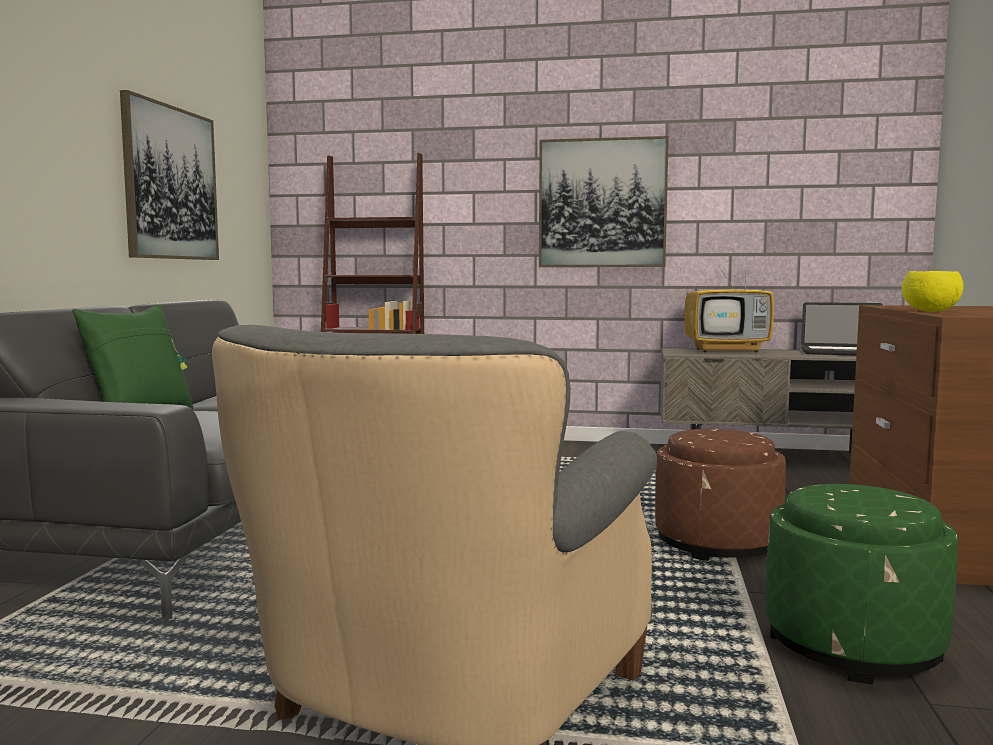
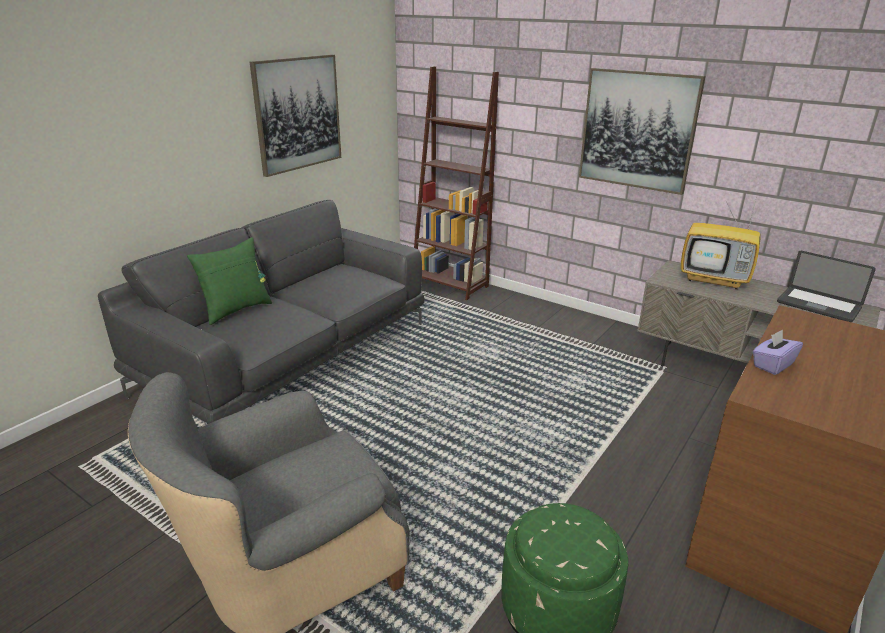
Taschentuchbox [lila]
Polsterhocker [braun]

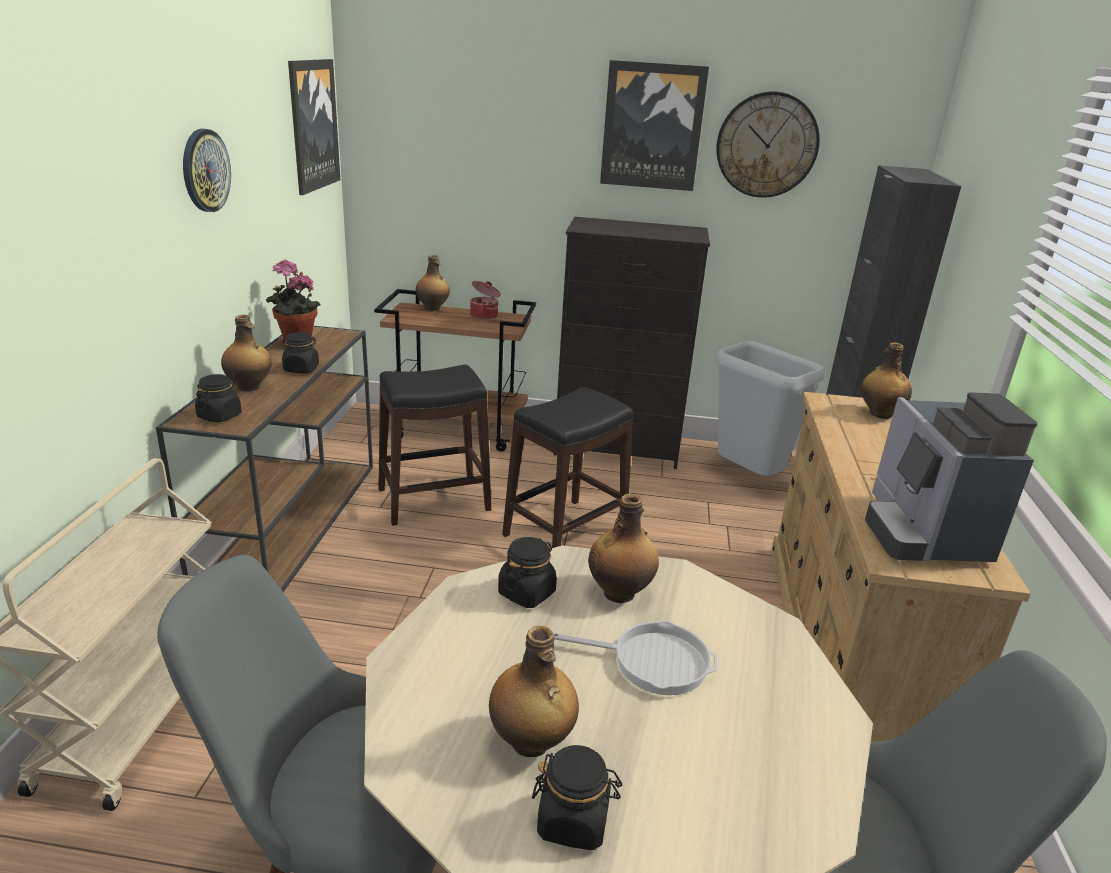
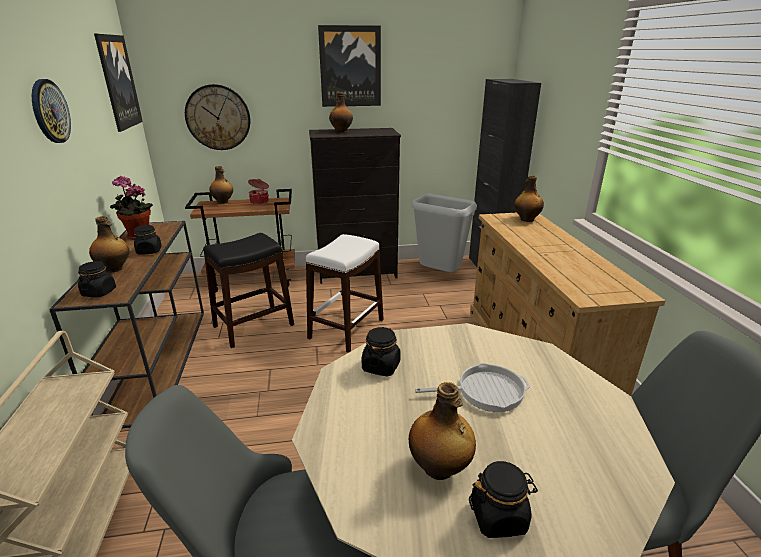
Wanduhr (2nd from left)
Hocker [weiß]
Kaffeemaschine
Flasche (3rd from left)

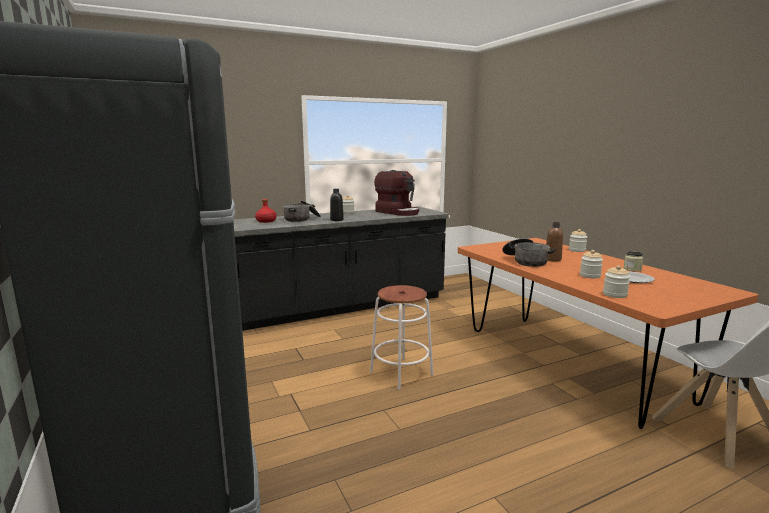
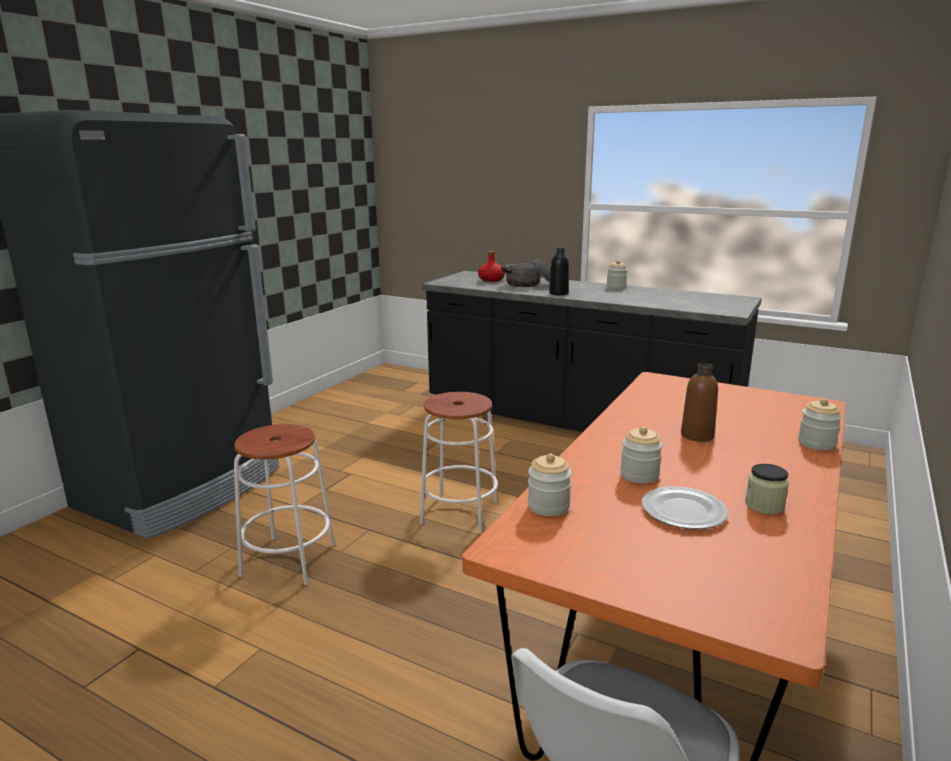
Kaffeemaschine
Kochtopf (2nd from left in the first image)
Hocker [weiß] (1st from left)

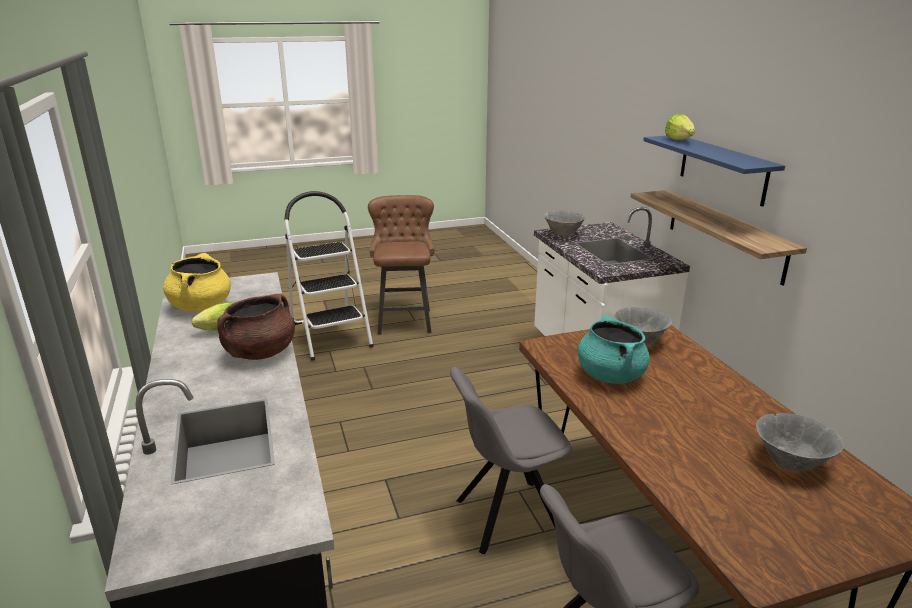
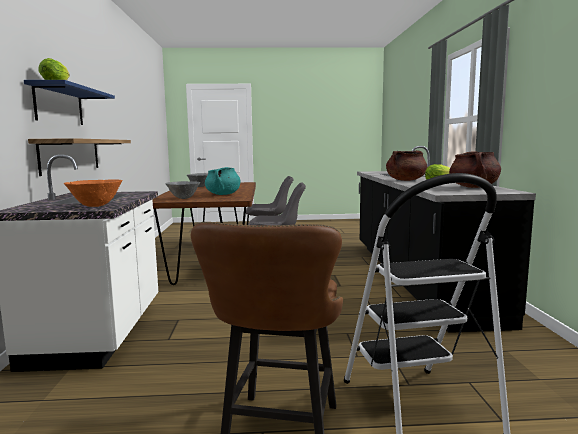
Schüssel [orange]
Kochtopf [braun] (2nd from left)

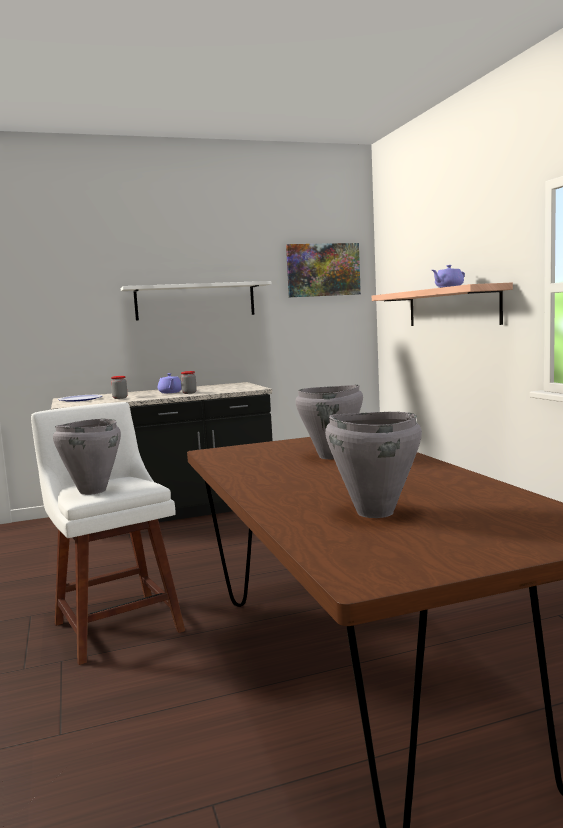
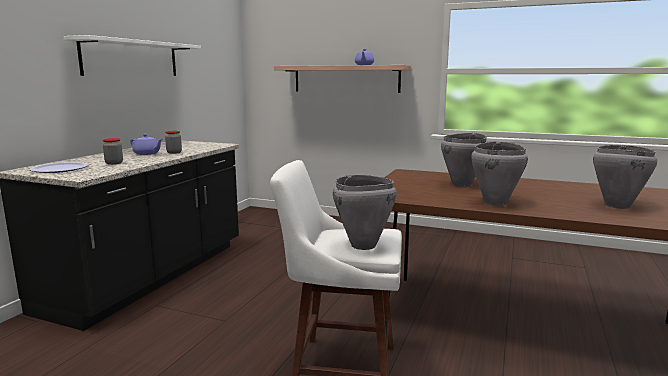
Bild
Kochtopf [grau] (3rd from left)

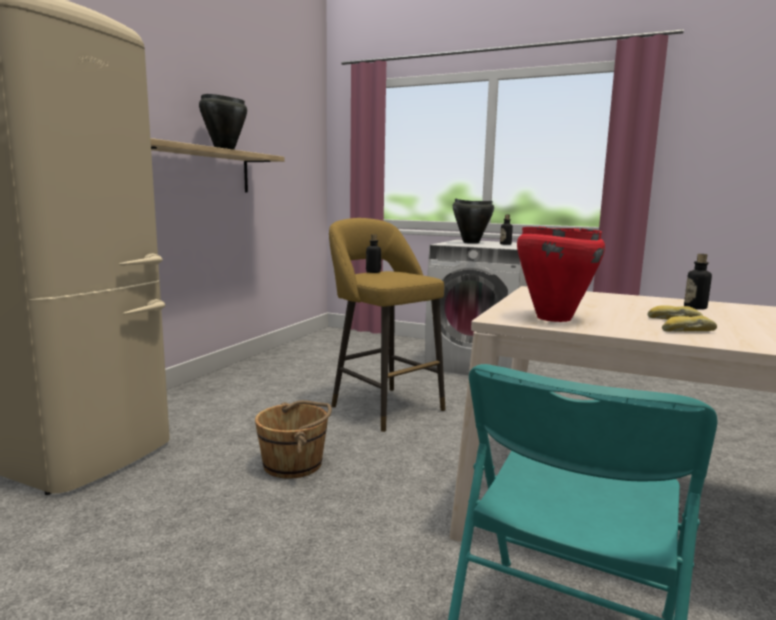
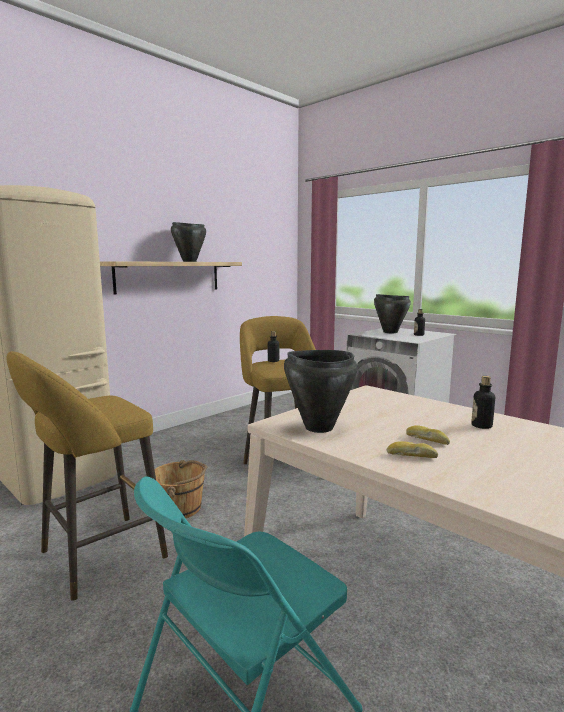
Kochtopf [schwarz] (2nd from left)
Hocker [gelb] (1st from left)

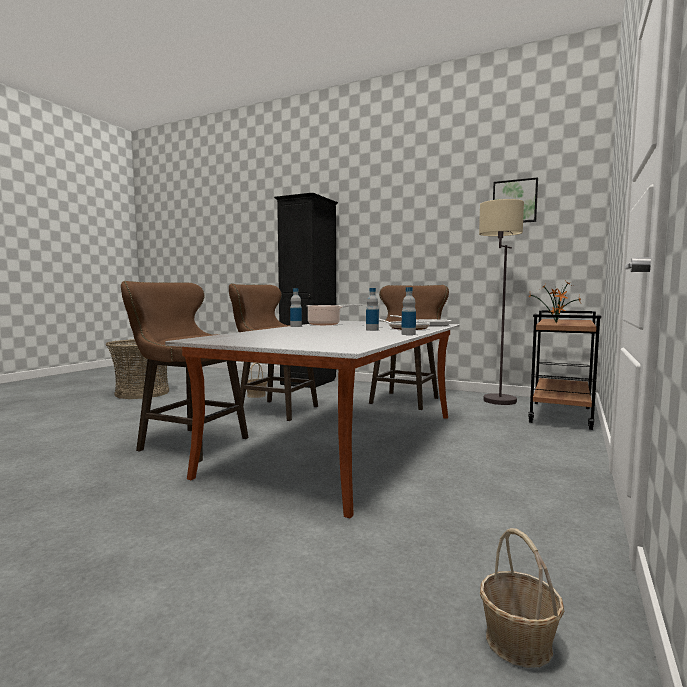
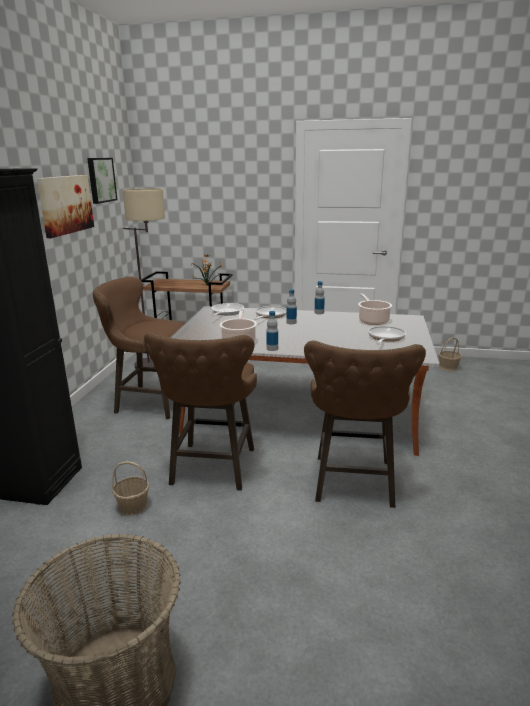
Bild (1st from left)
Kochtopf (2nd from left)
Pfanne (3rd from left)

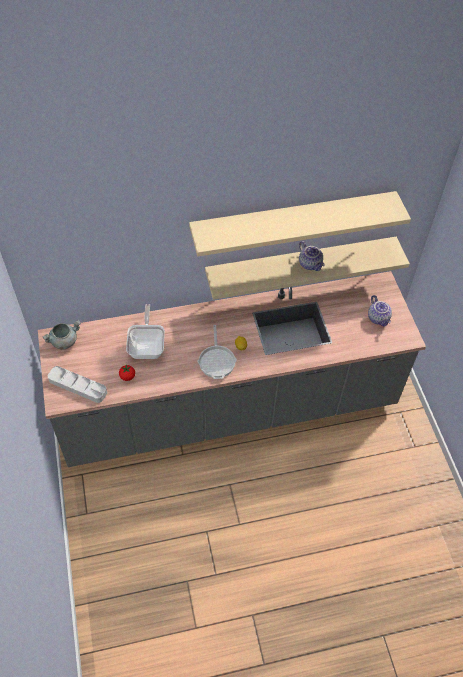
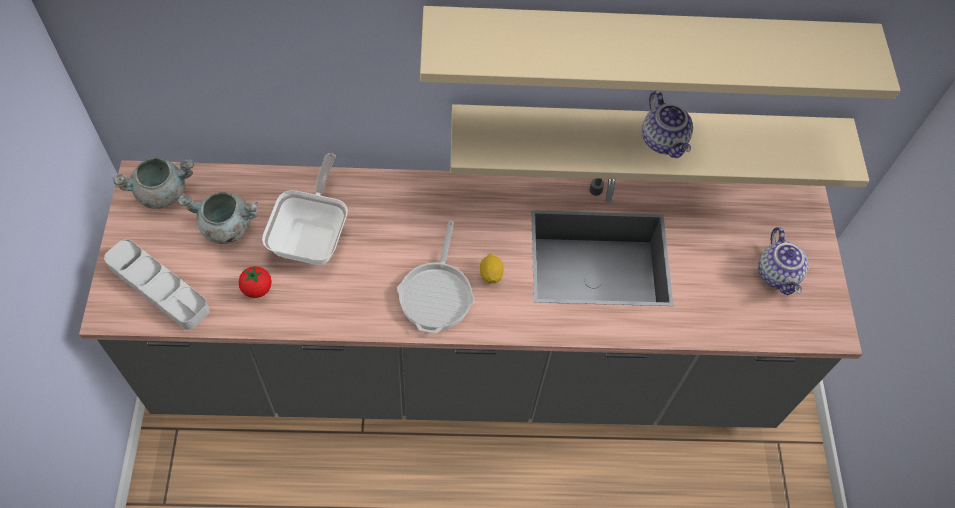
Kochtopf [grau] (2nd from left)

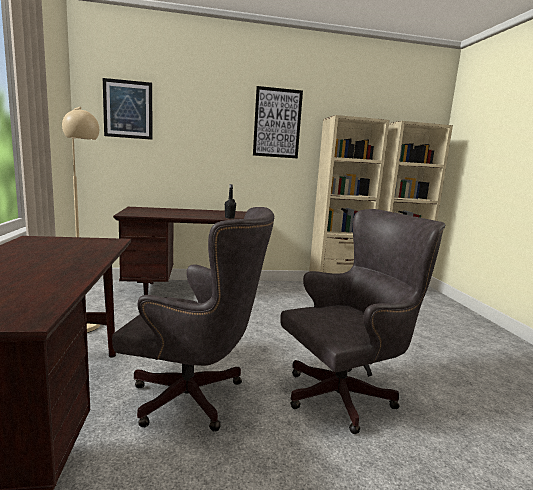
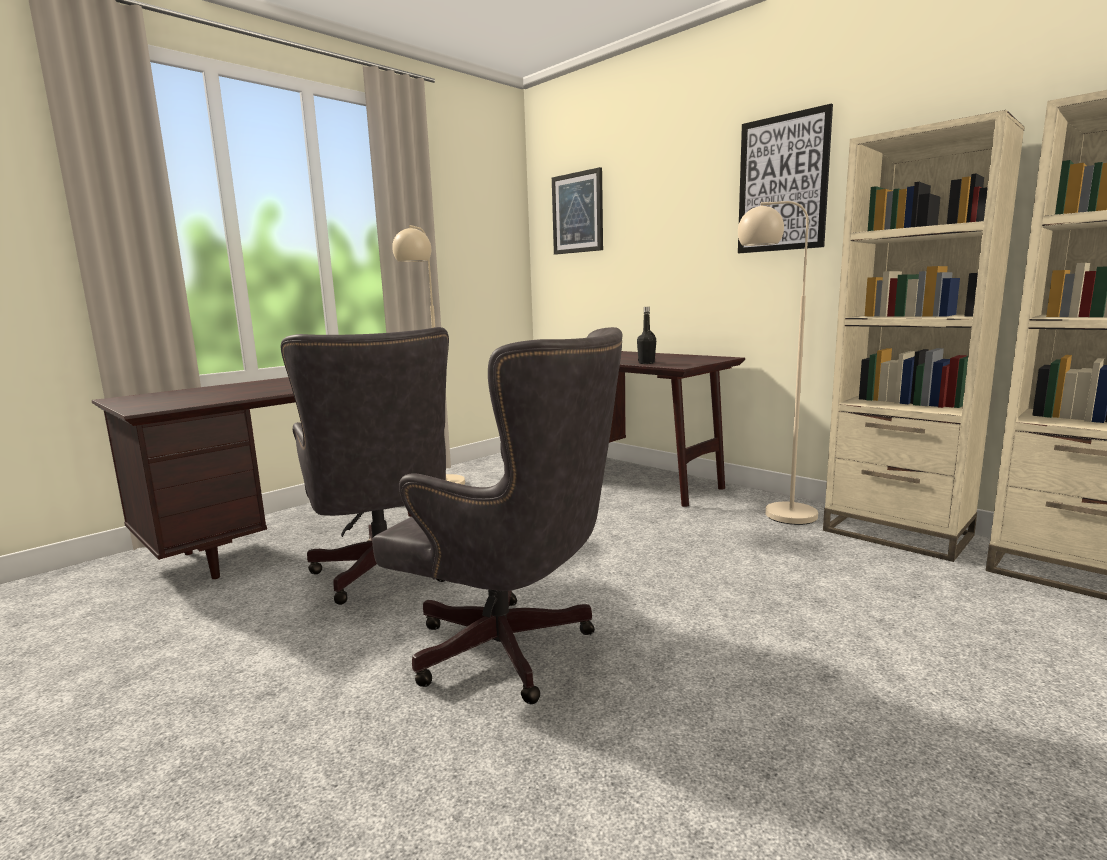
Stehlampe [beige] (2nd from left)

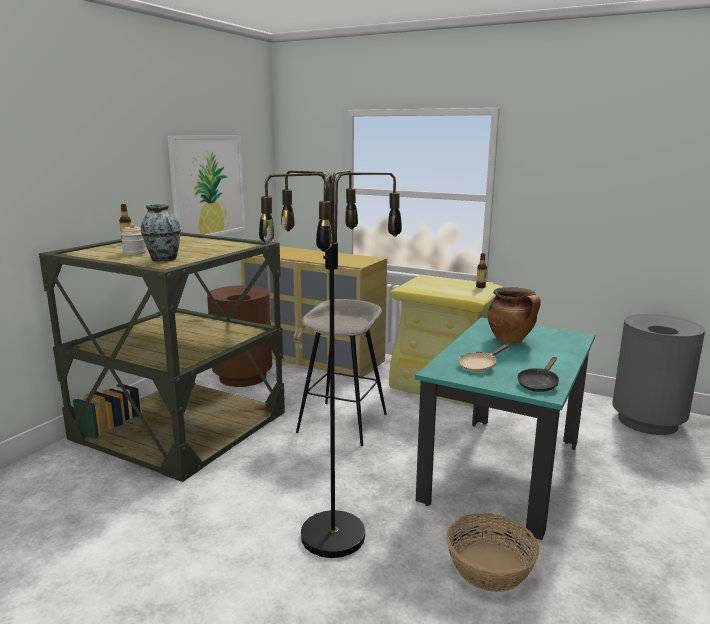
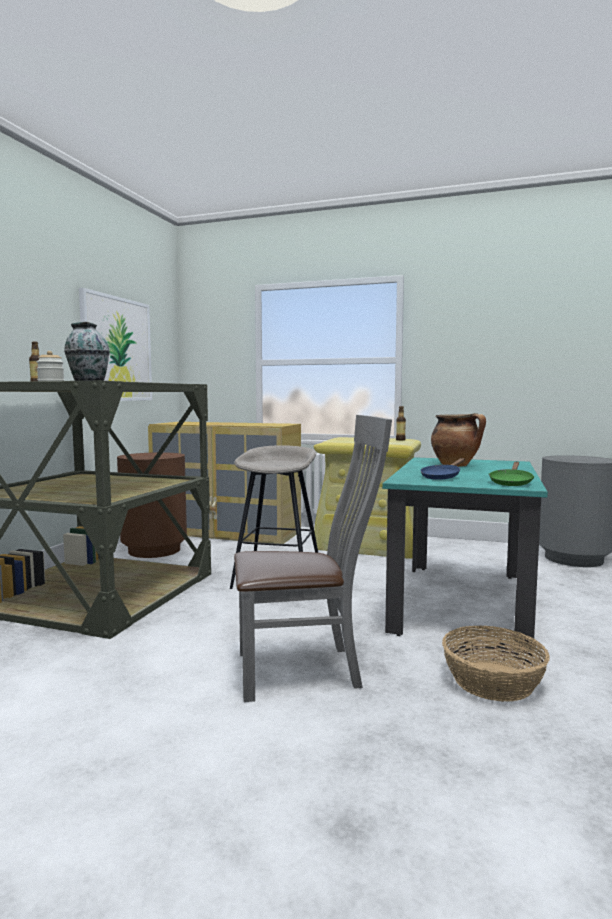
Stuhl [grau]
Pfanne [blau]
Pfanne [grün]

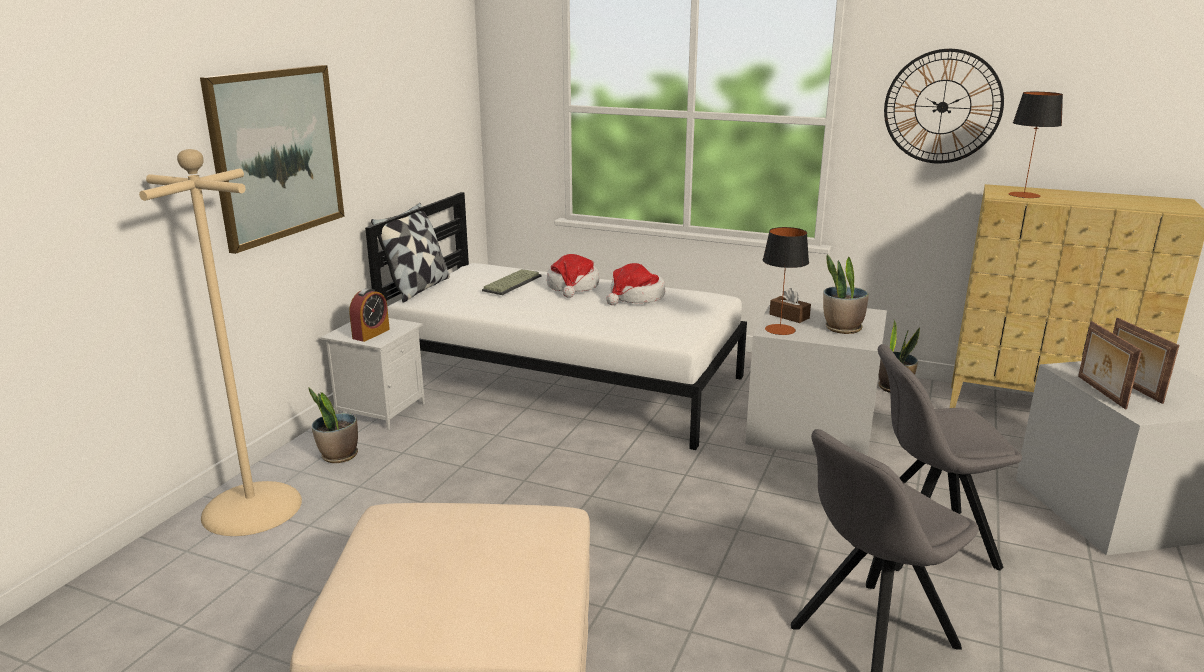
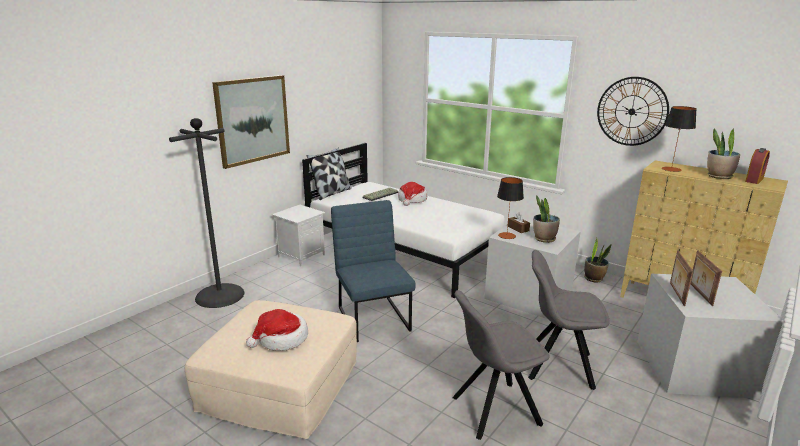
Kleiderständer [schwarz]
Hut (1st from left)
Wecker
Topfpflanze (3rd from left)
Stuhl [blau]

